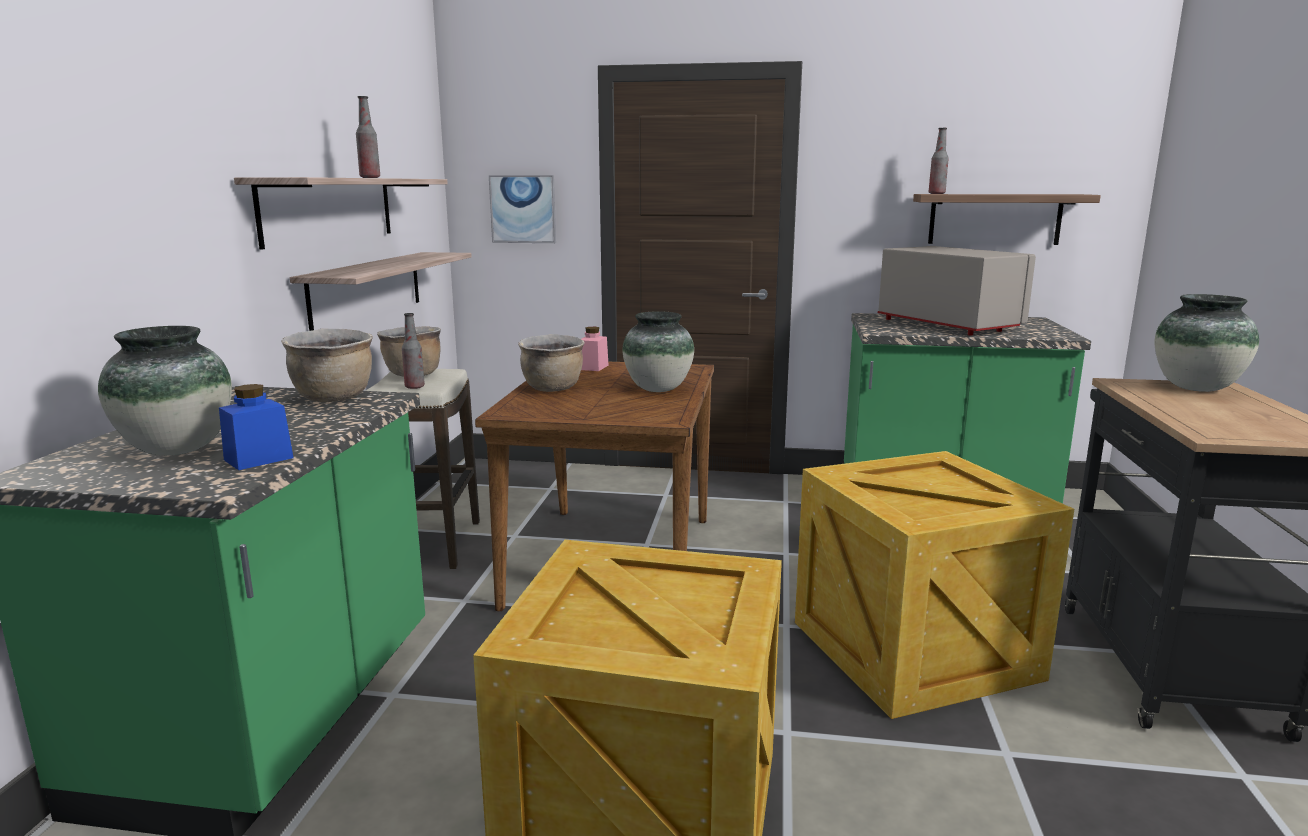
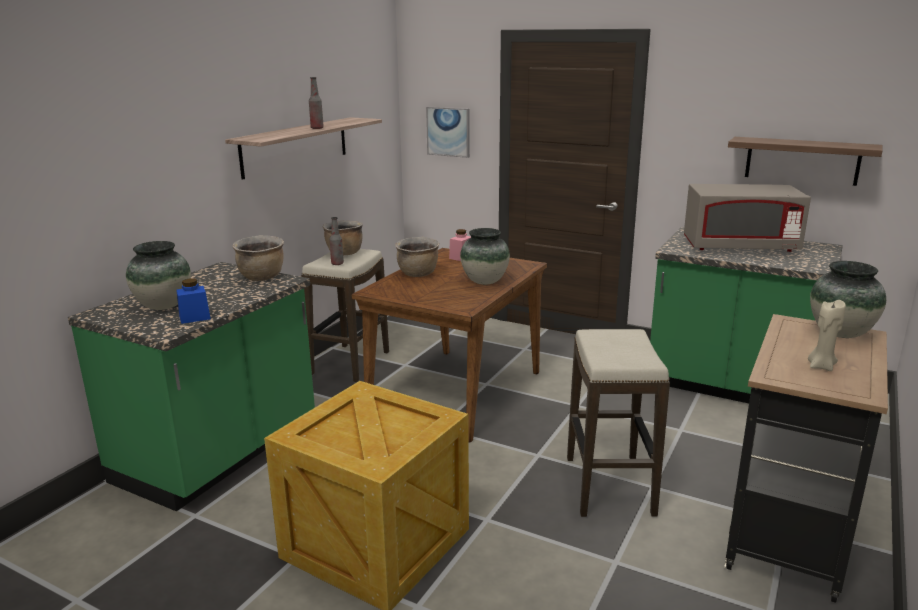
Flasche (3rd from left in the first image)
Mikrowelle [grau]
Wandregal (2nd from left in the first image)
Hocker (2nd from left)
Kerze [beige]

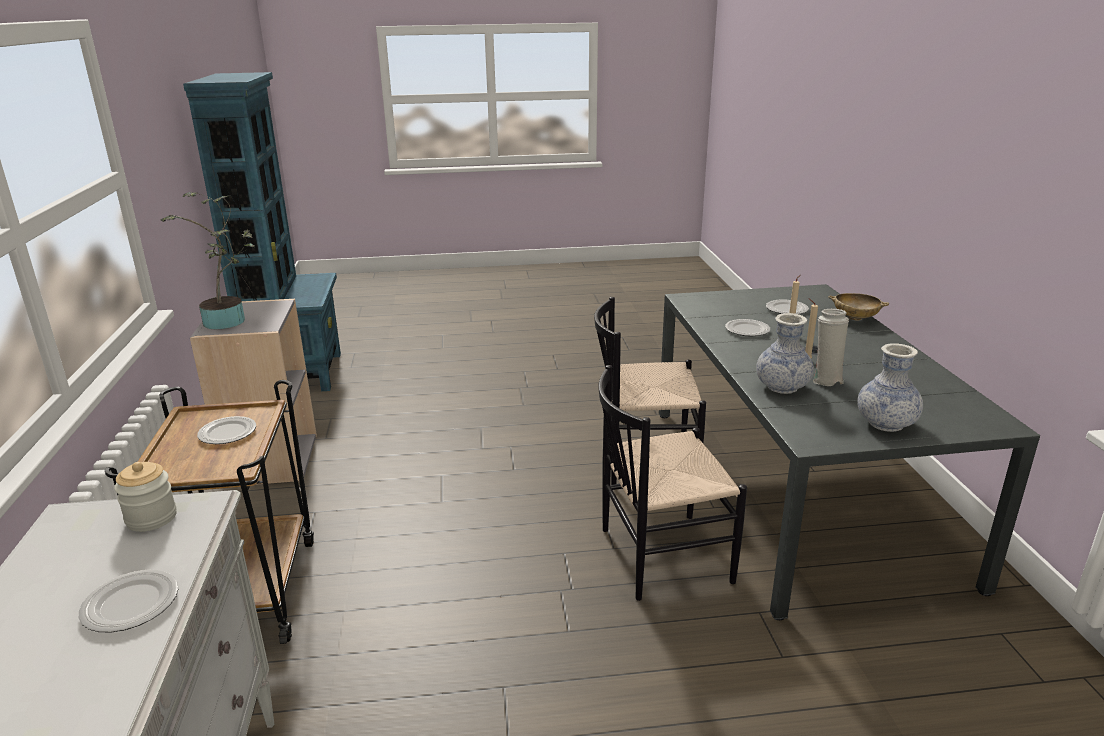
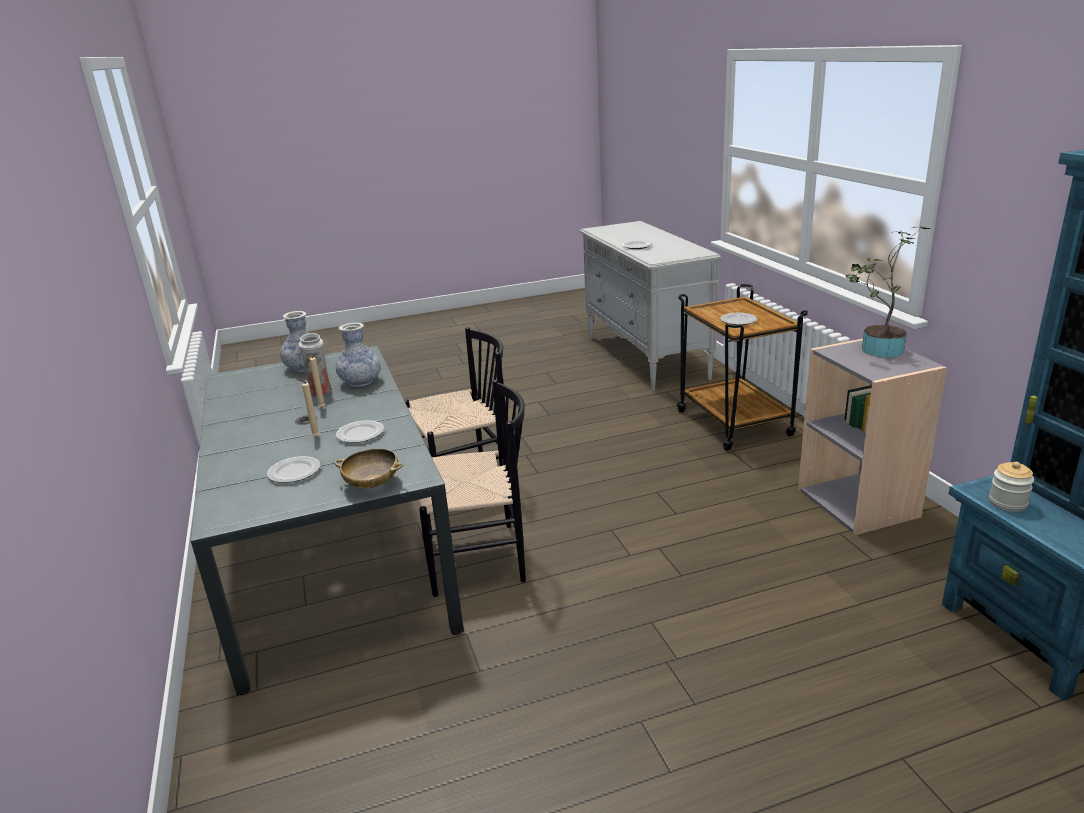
Schüssel [beige]
Vorratsglas

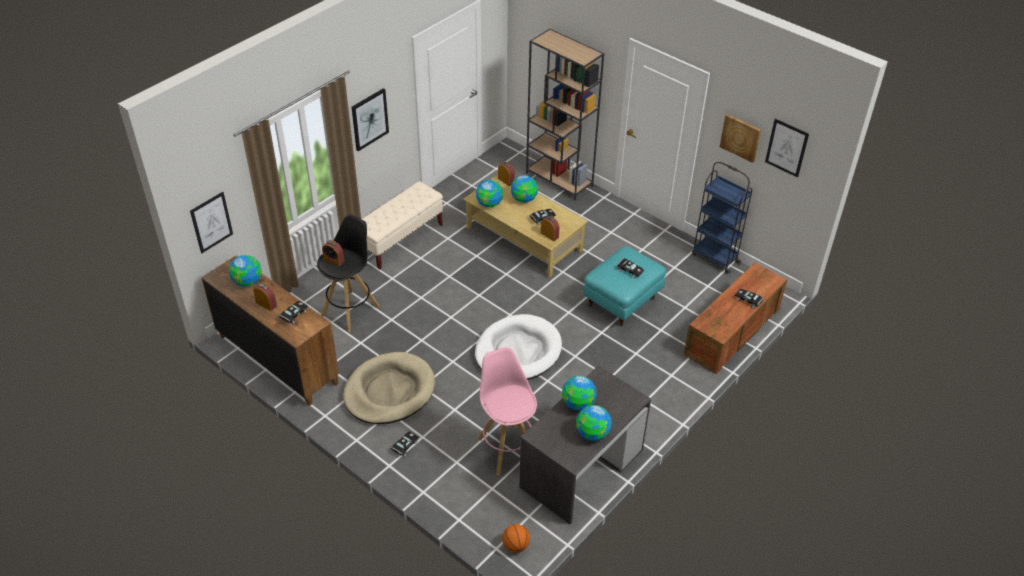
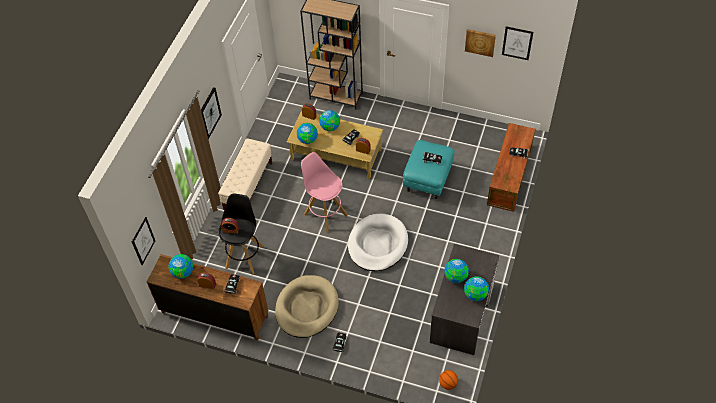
Rollwagen [blau]
Hocker [rosa]

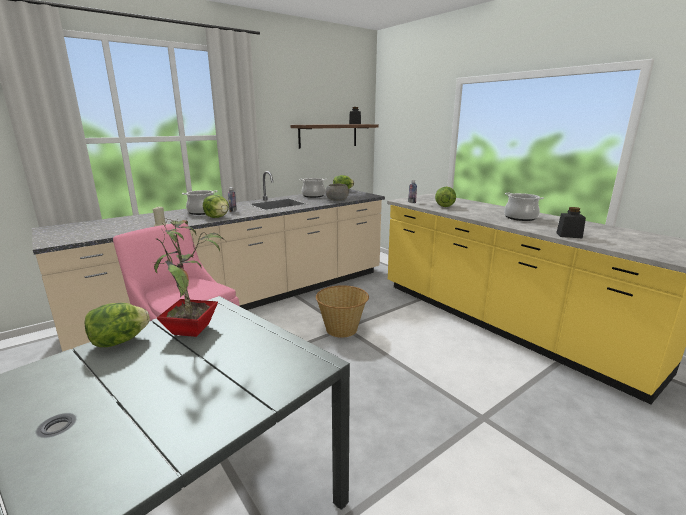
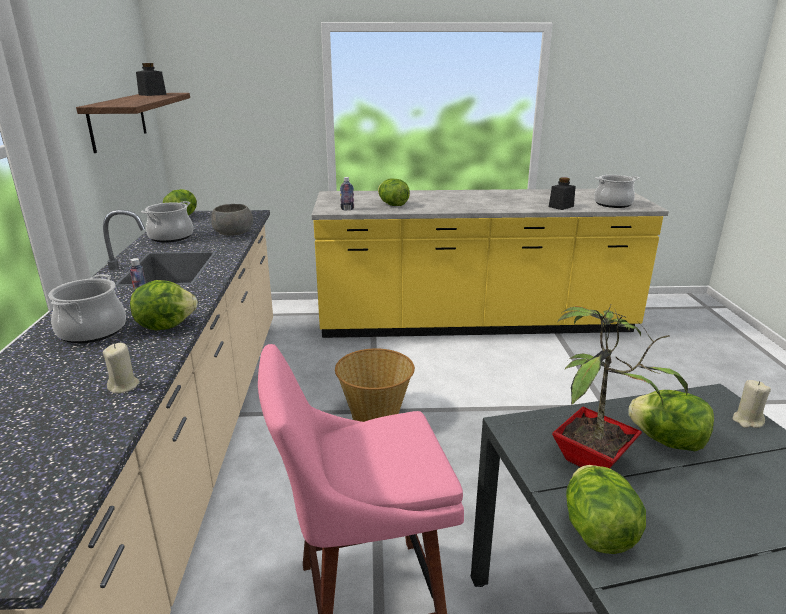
Kochtopf (3rd from left)
Kerze [beige] (2nd from left)
Salatkopf (5th from left)

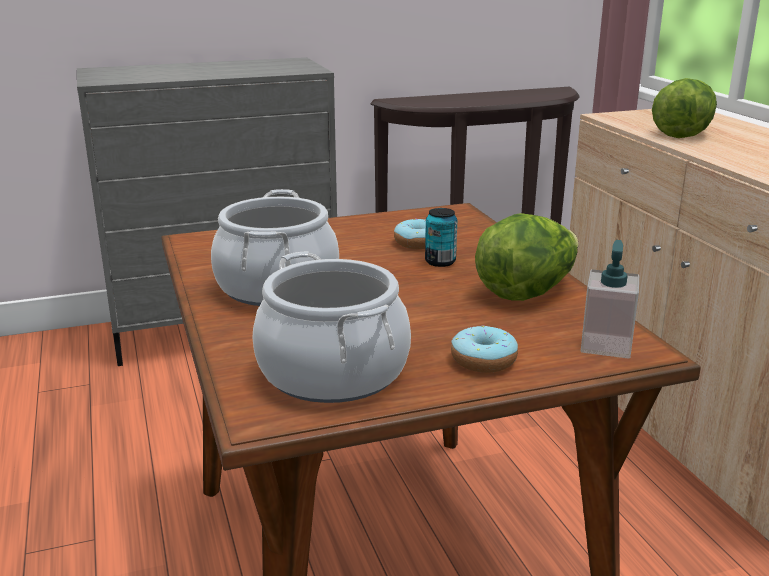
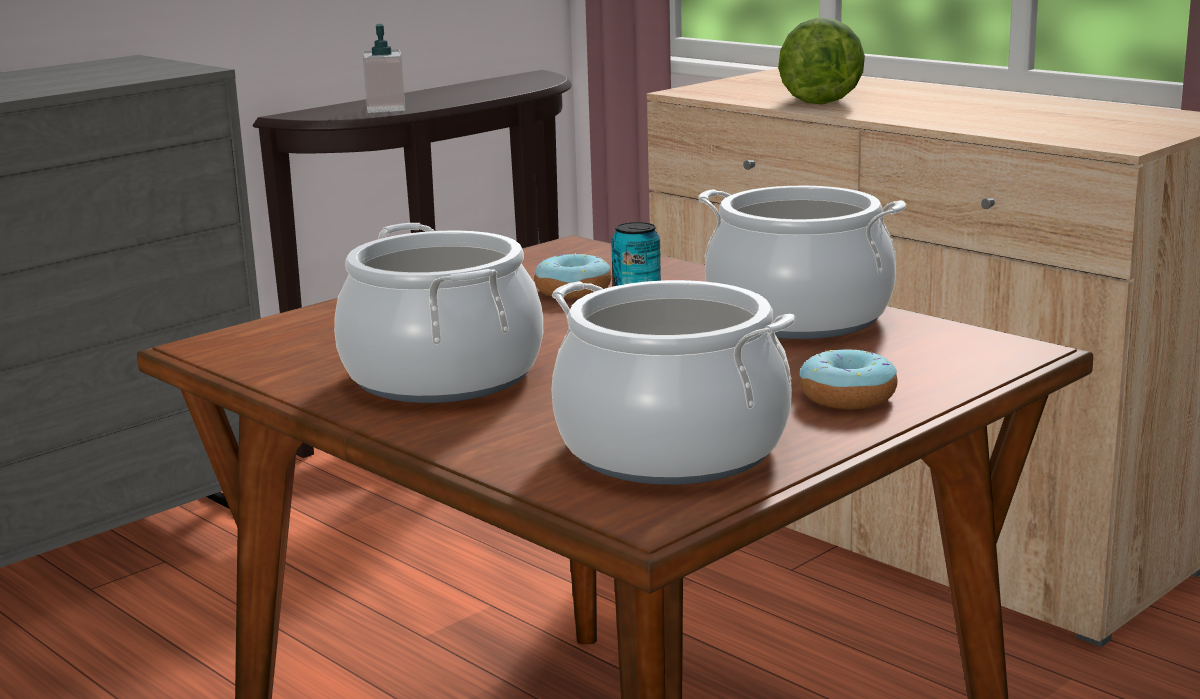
Kochtopf (3rd from left)
Seifenspender

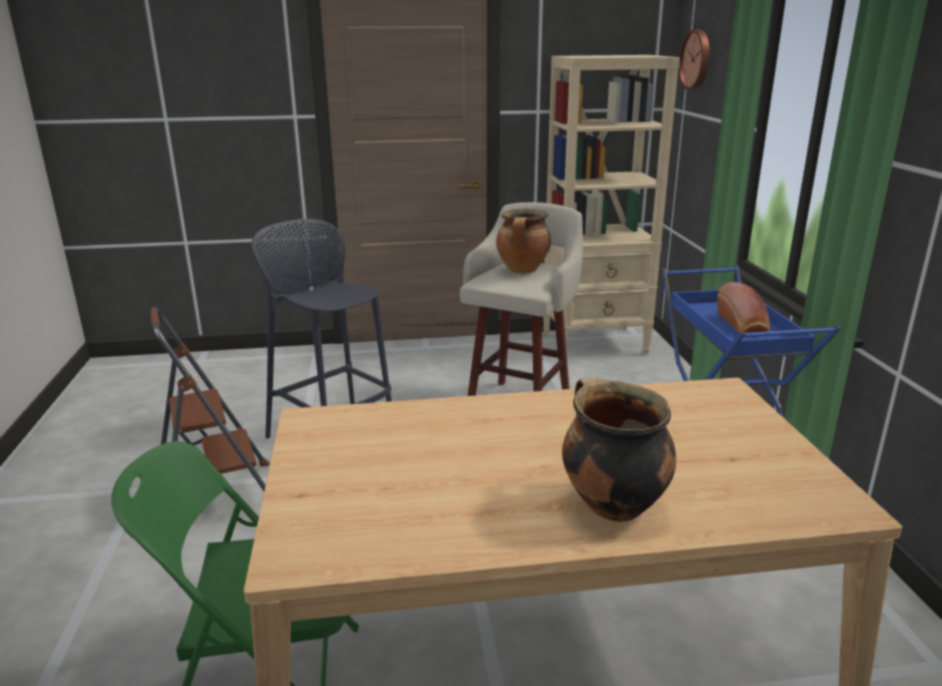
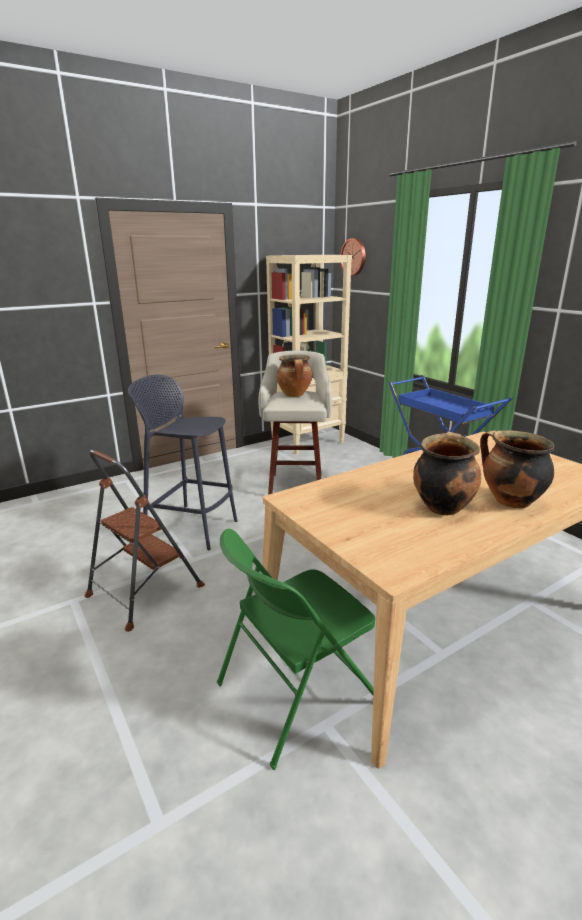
Brot
Kochtopf (2nd from left)

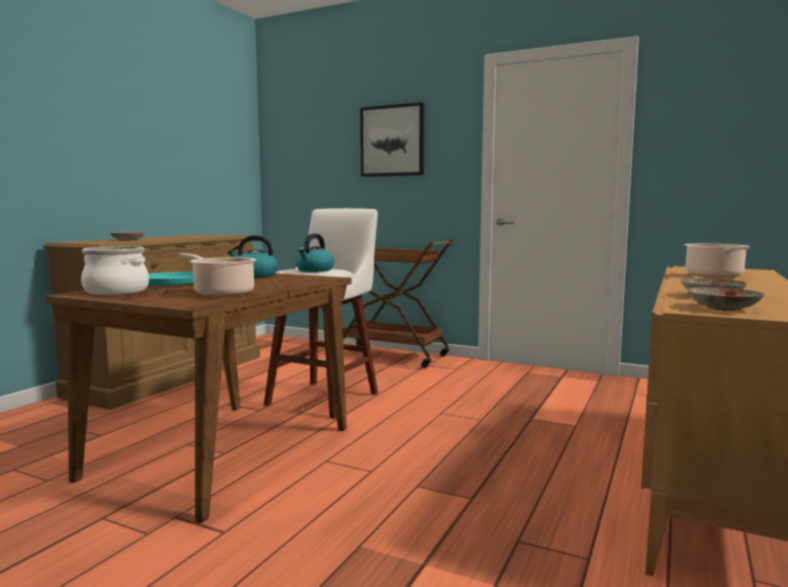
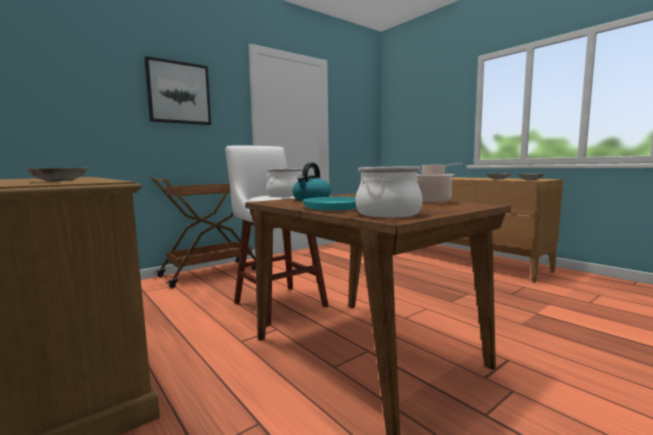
Kochtopf (1st from left)

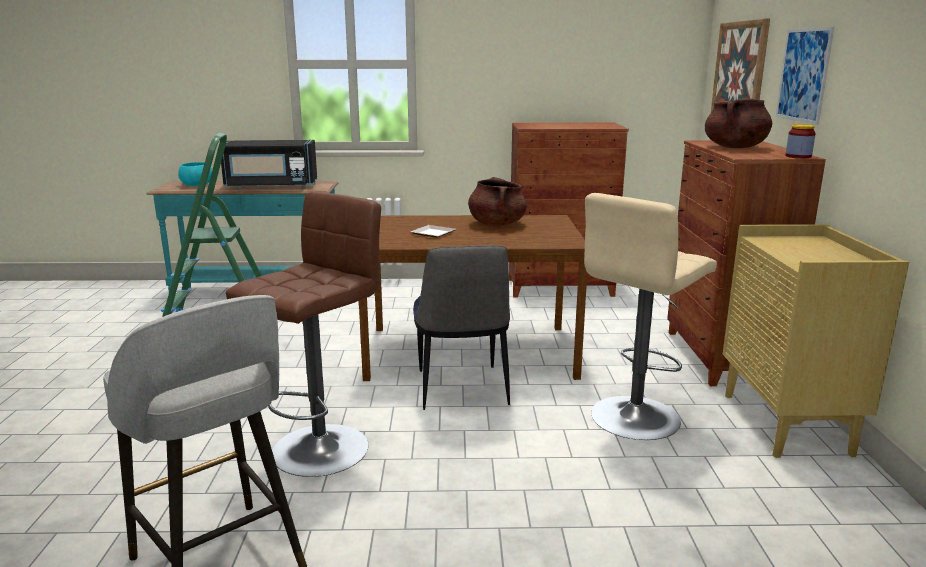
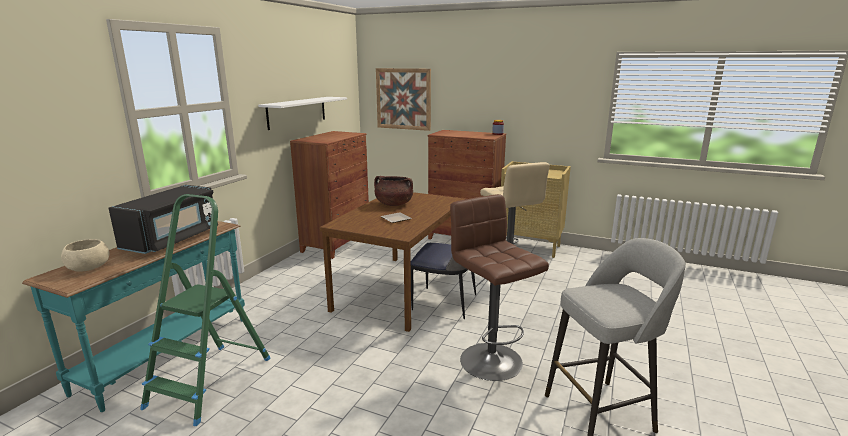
Bild (2nd from left in the first image)
Kochtopf [braun] (2nd from left in the first image)
Schüssel [beige]
Wandregal [weiß]

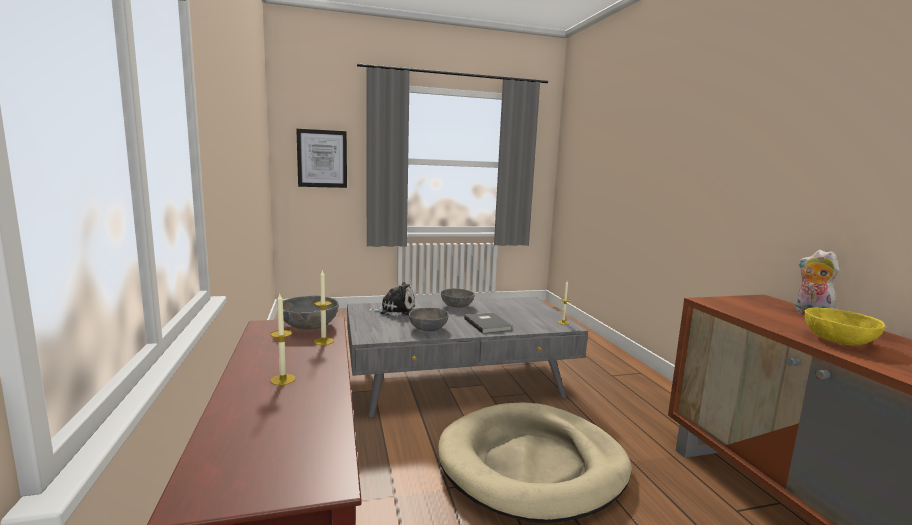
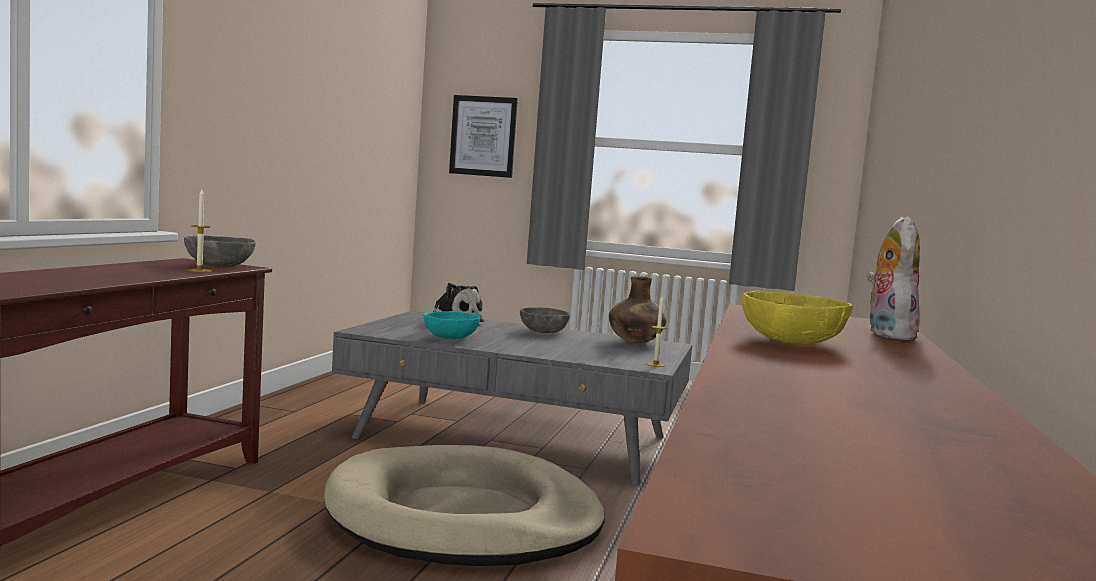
Kerze (1st from left in the first image)
Schüssel [türkis]
Buch [grau]
Vase [braun]

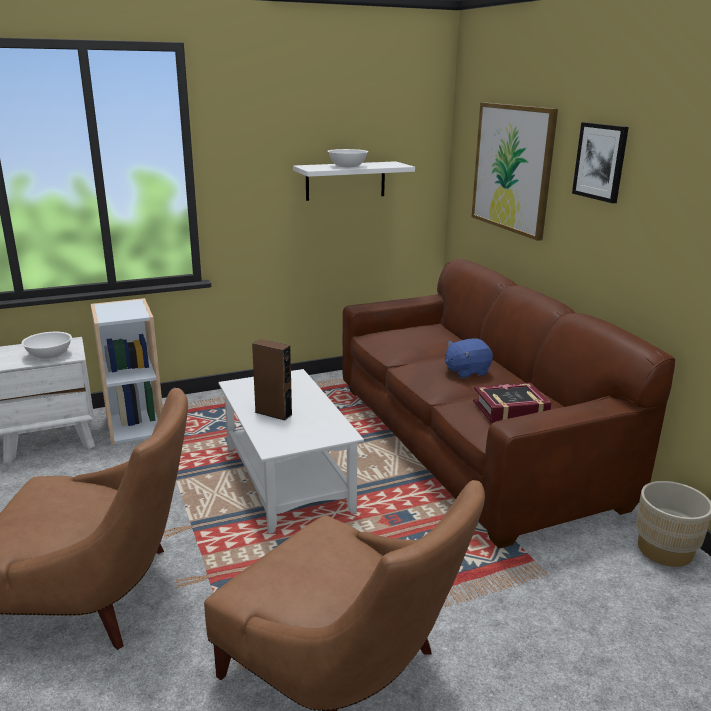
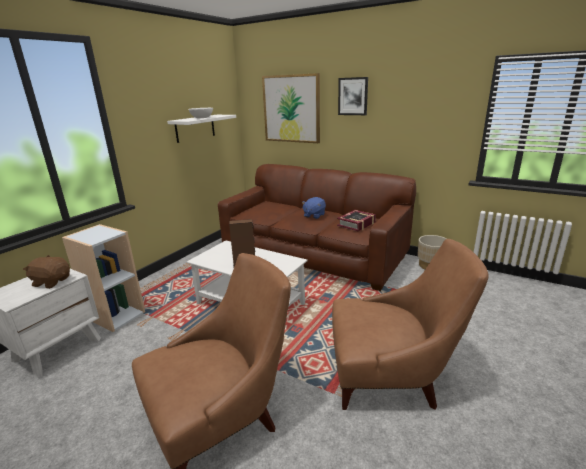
Plüschtier [braun]

